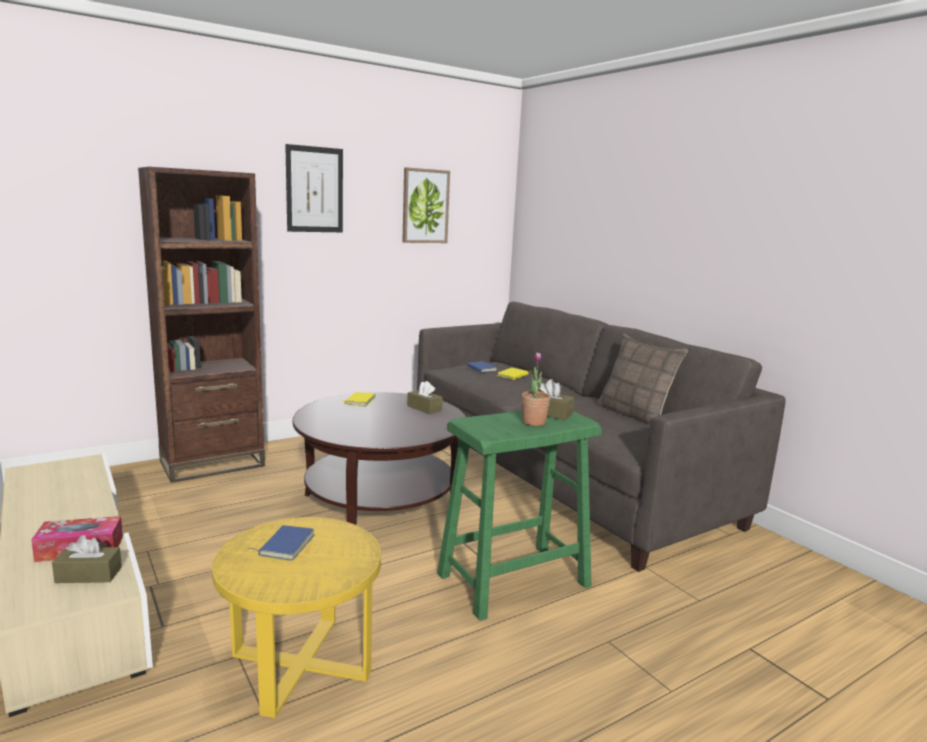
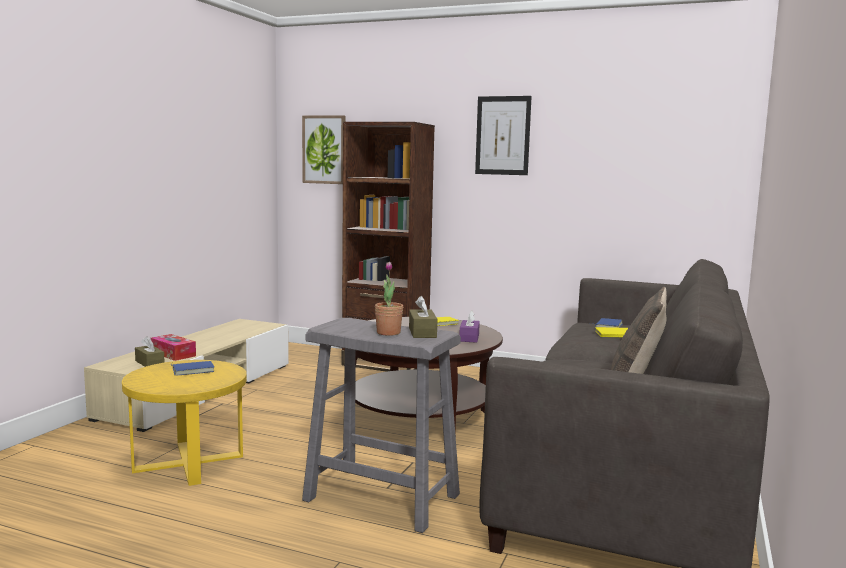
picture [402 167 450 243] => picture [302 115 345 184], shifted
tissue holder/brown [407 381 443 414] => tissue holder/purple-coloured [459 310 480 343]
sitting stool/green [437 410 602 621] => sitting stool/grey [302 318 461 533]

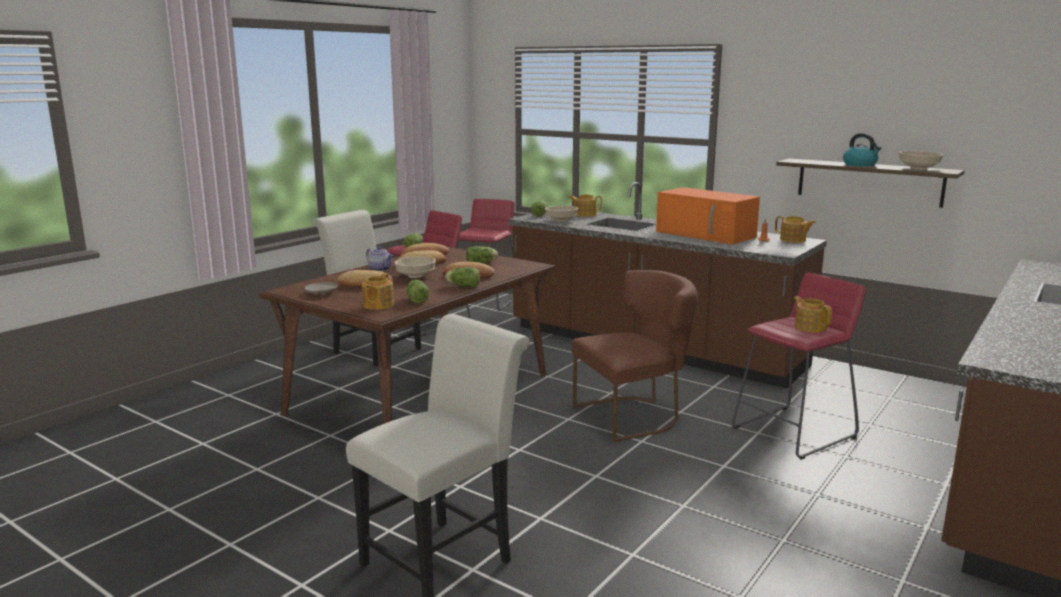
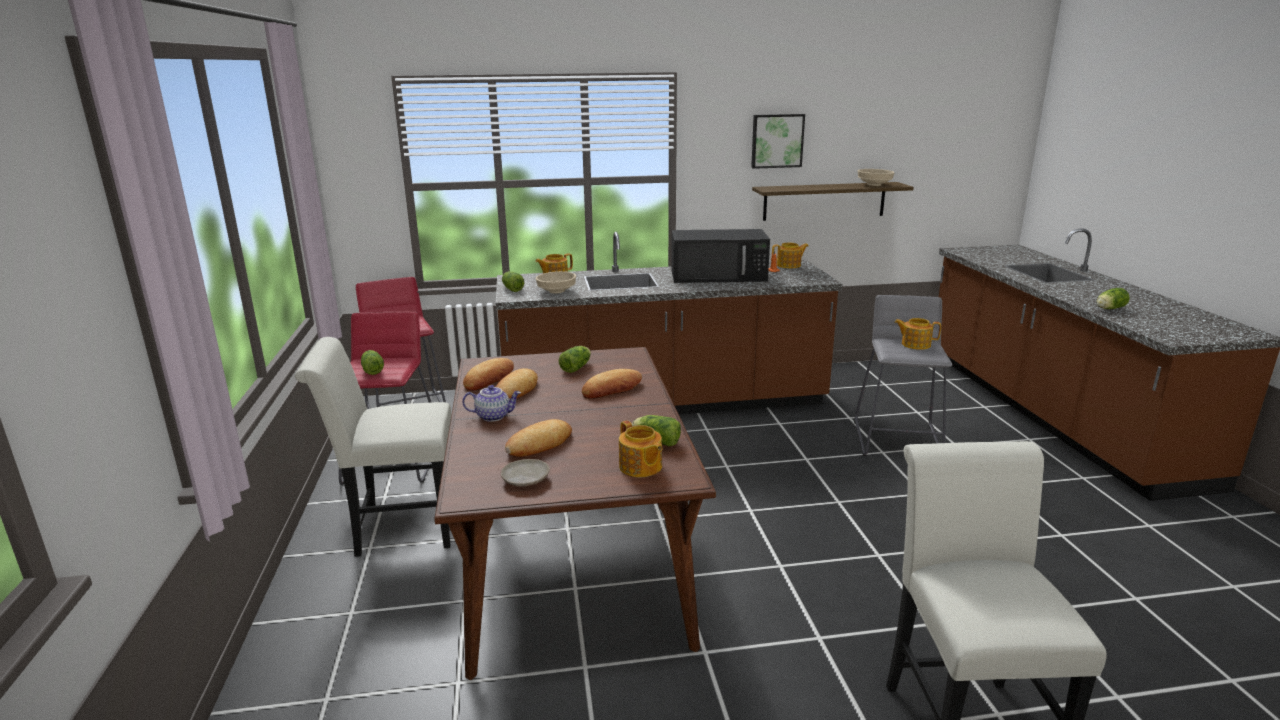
tea kettle [843 133 882 166] => nothing
microwave/orange [656 187 760 245] => microwave/blackish [671 229 770 283]
serving bowl/beige-coloured [394 256 436 278] => nothing
head of lettuce [445 267 480 287] => head of lettuce [1096 288 1130 309], shifted
upright chair/brown [572 270 698 442] => nothing
sitting stool/red [732 272 866 460] => sitting stool/grey [854 295 952 456]
nothing => picture [751 114 805 169]

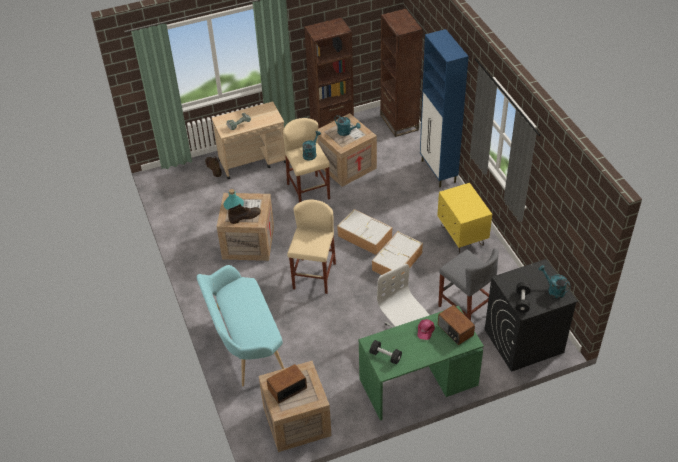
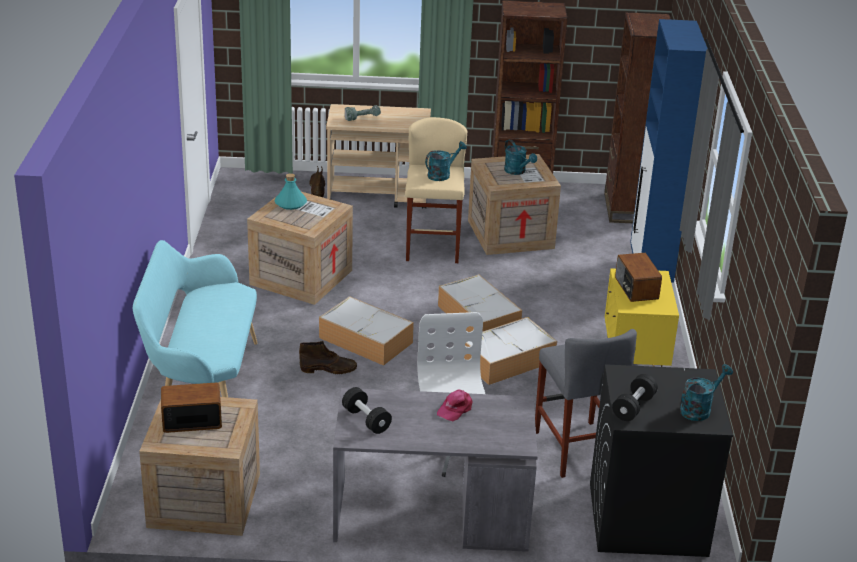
sitting stool/beige-coloured [287 200 336 294] => storage container [319 296 414 366]
boot/brown [228 204 261 224] => boot/brown [299 341 357 374], shifted
sprinkling can/blue-green [538 265 571 298] => sprinkling can/blue-green [680 364 733 421], 75 degrees clockwise
radio receiver [438 305 475 345] => radio receiver [615 253 662 302], shifted
desk/green [359 306 484 421] => desk/grey [333 388 538 552]

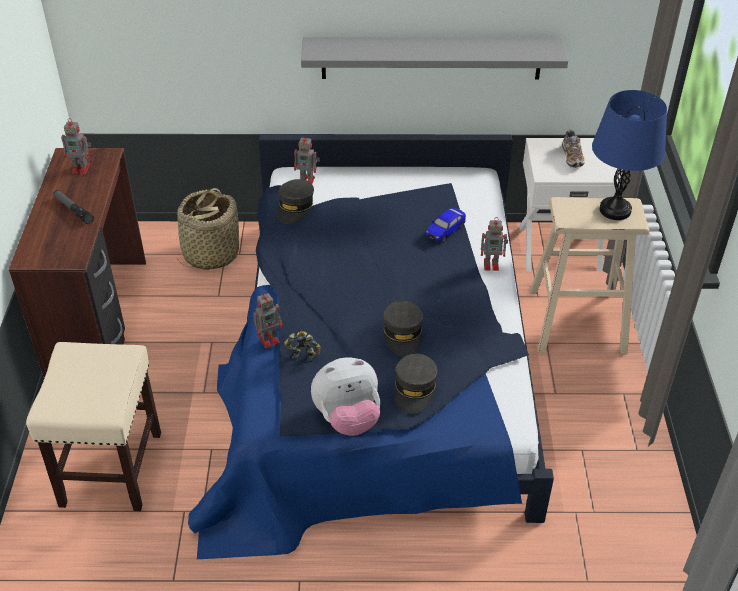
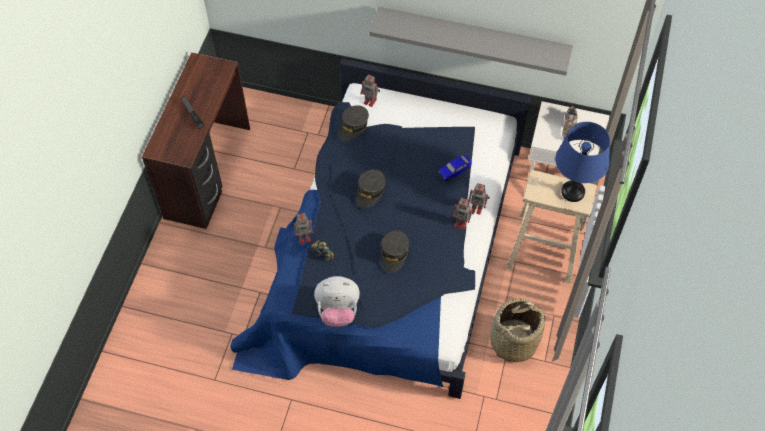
model robot [61 118 91 174] => model robot [452 198 474 229], shifted
basket [176 188 239 270] => basket [490 298 545 362], shifted
sitting stool/beige-coloured [26 342 161 511] => nothing
baseball cap/grey [394 354 437 414] => baseball cap/grey [356 169 386 209], shifted

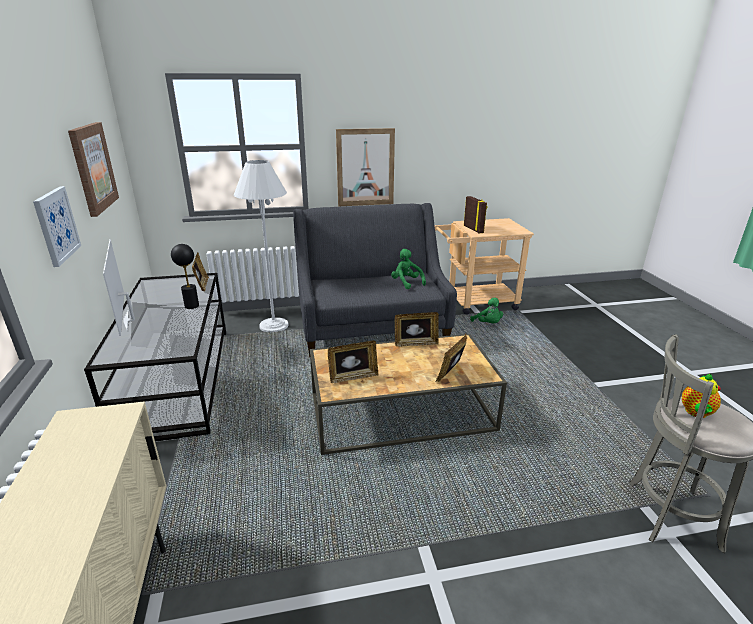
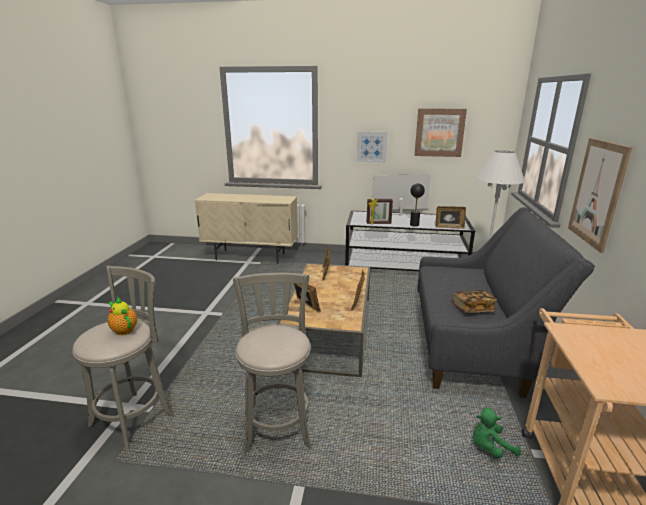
photo frame [464 196 488 234] => photo frame [367 199 393 224], shifted
soft toy/green [391 249 426 289] => bound book [452 290 497 313]
nothing => sitting stool/grey [233 273 312 454]

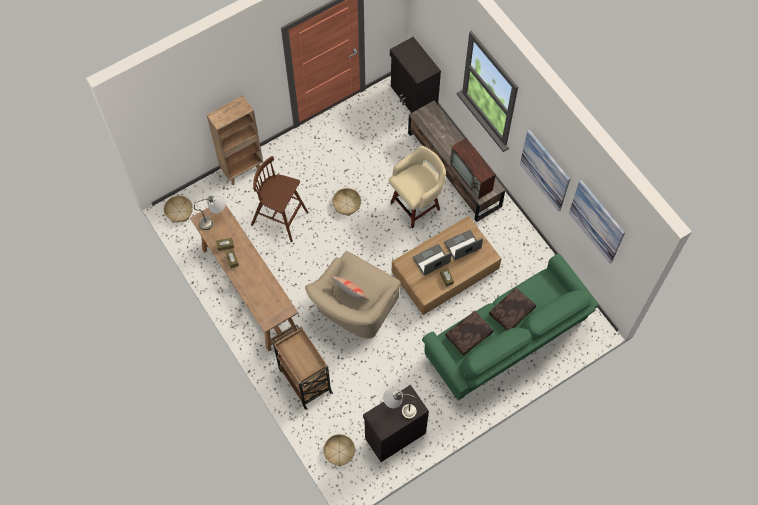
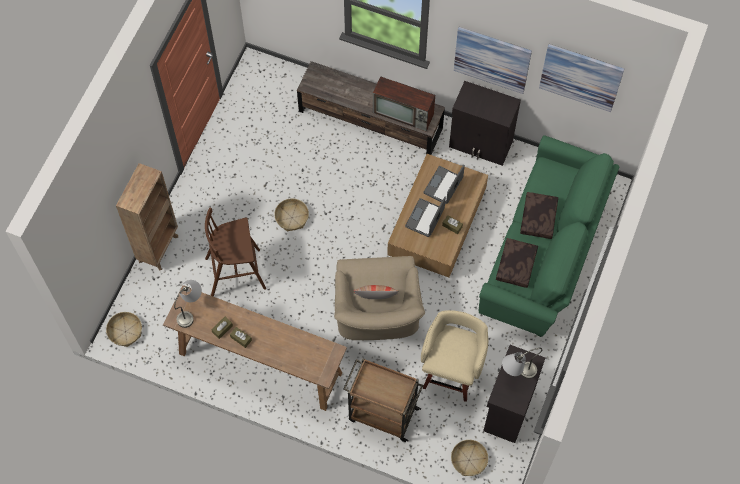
cupboard/blackish [390 37 441 113] => cupboard/blackish [449 81 521 166], shifted
sitting stool/beige-coloured [389 145 446 229] => sitting stool/beige-coloured [421 310 488 402], shifted

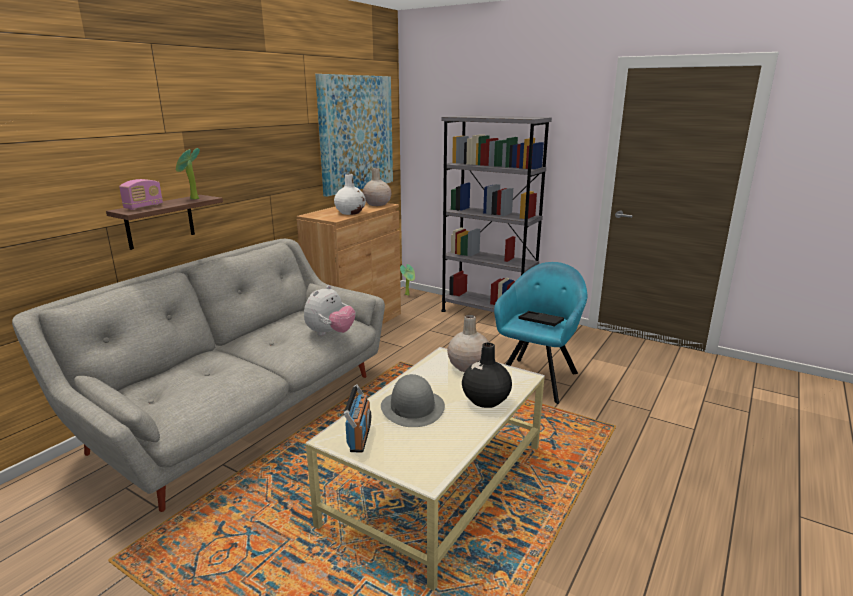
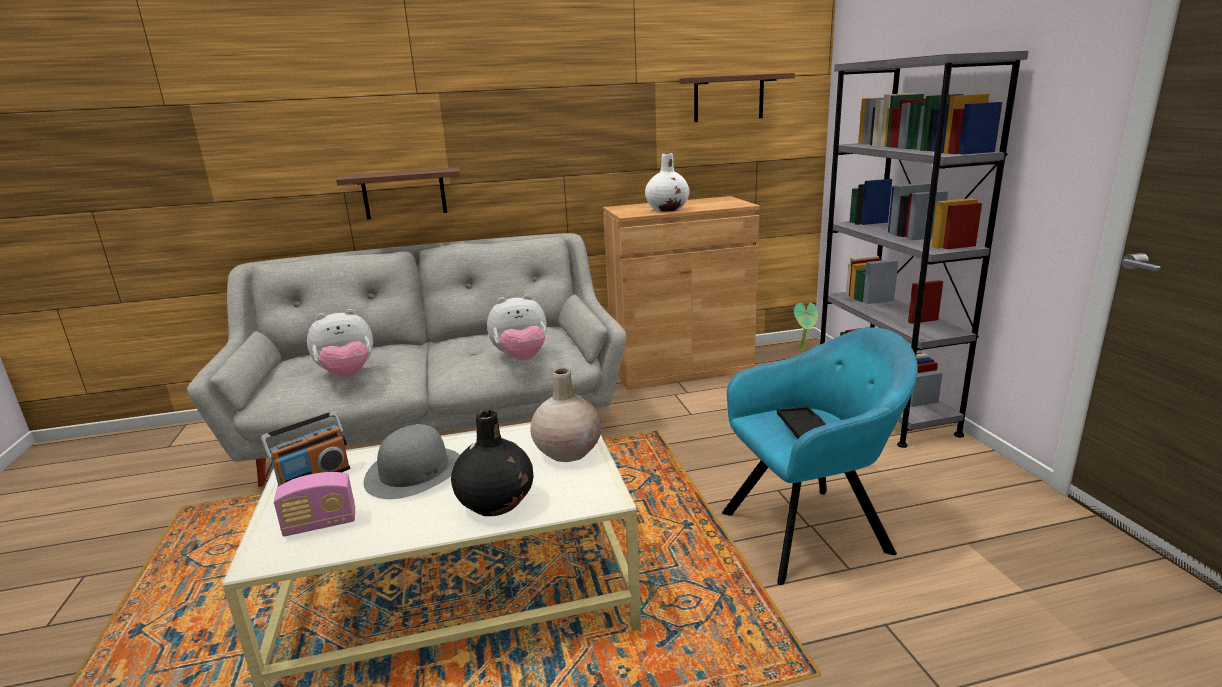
picture [315 74 393 197] => shelf [679 73 795 122]
potted plant [176 148 200 200] => nothing
flower vase/beige-coloured [362 168 391 206] => nothing
radio receiver [119 179 163 210] => radio receiver [274 472 355 537], shifted
nothing => soft toy [307 309 373 377]

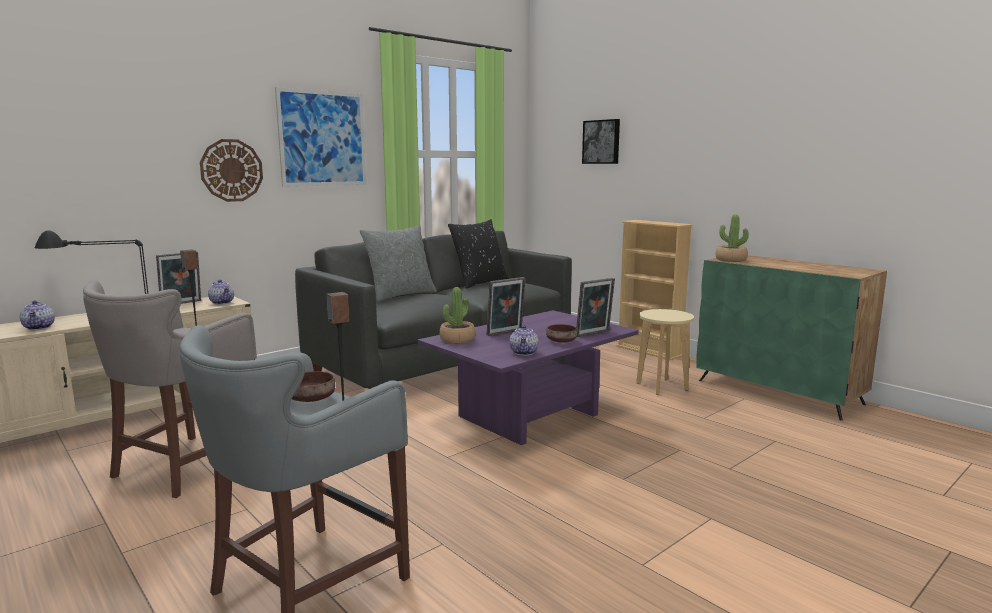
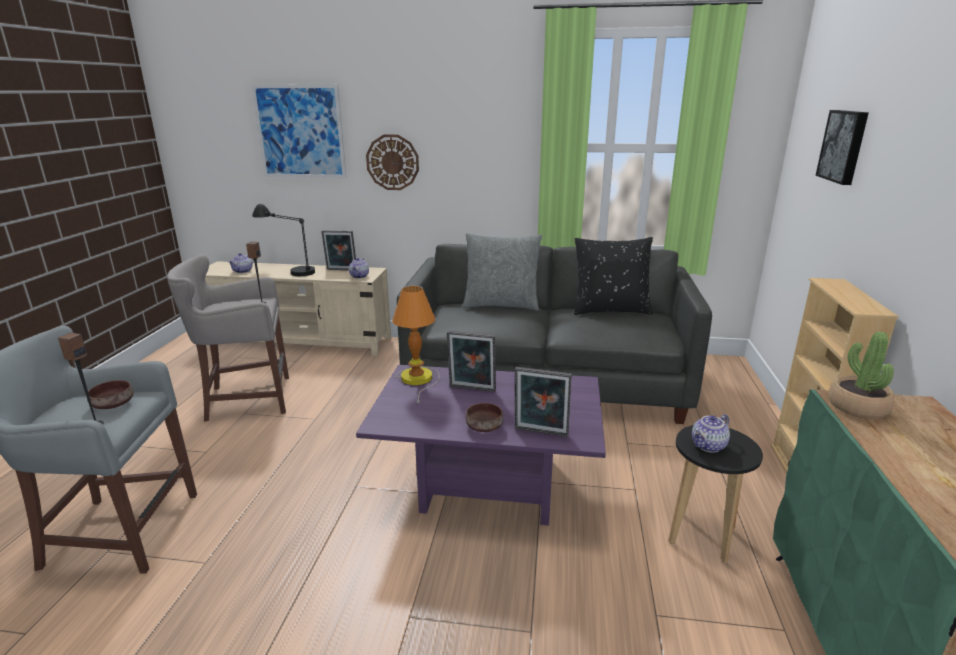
picture [275 87 366 187] => picture [251 84 347 178], shifted
potted plant [439 287 476 344] => tabletop lamp [392 286 440 403]
sitting stool/beige-coloured [636 309 694 395] => sitting stool/blackish [668 425 763 563]
tea pot [509 325 539 356] => tea pot [692 414 730 452], shifted

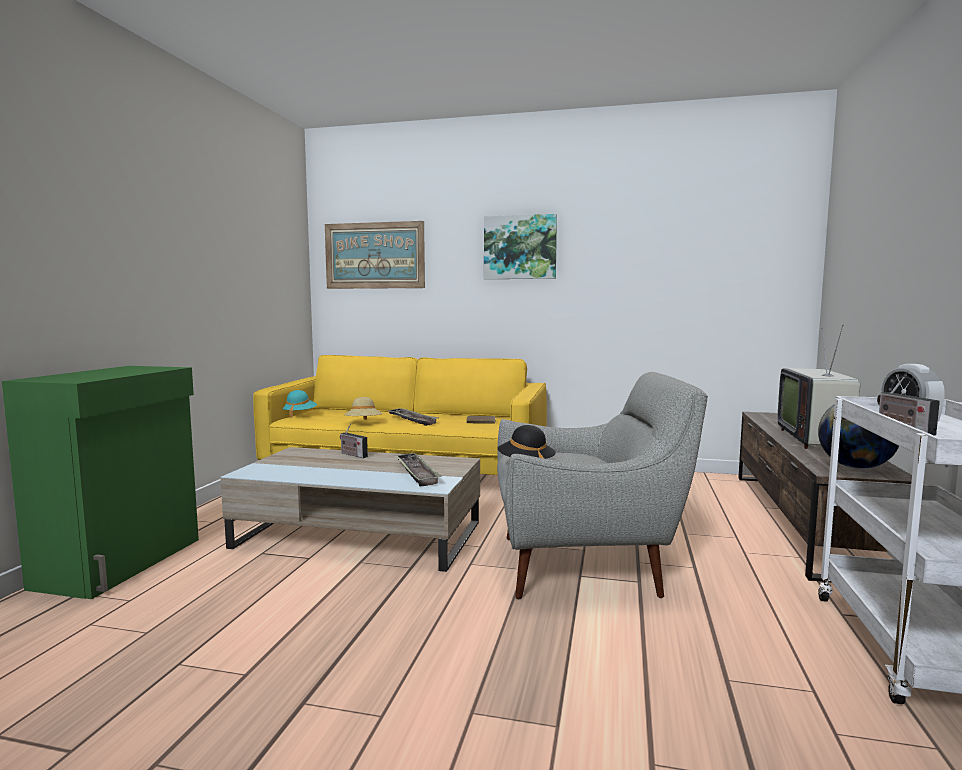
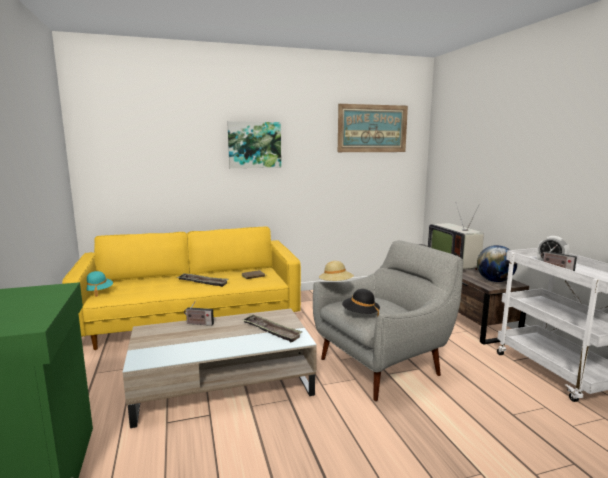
picture [325 221 425 289] => picture [338 104 408 152], shifted
wearable hat/beige-coloured [344 397 383 420] => wearable hat/beige-coloured [319 261 354 281], shifted

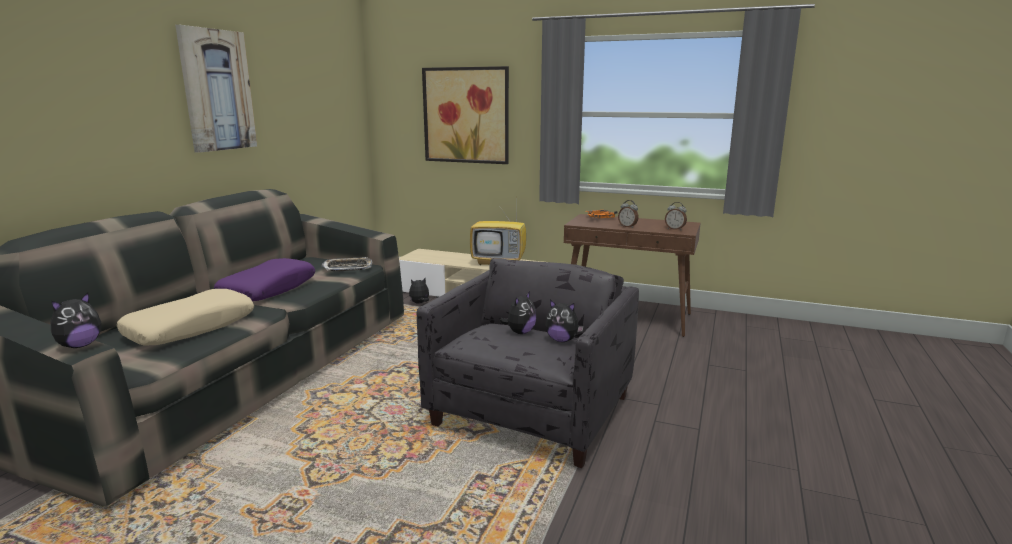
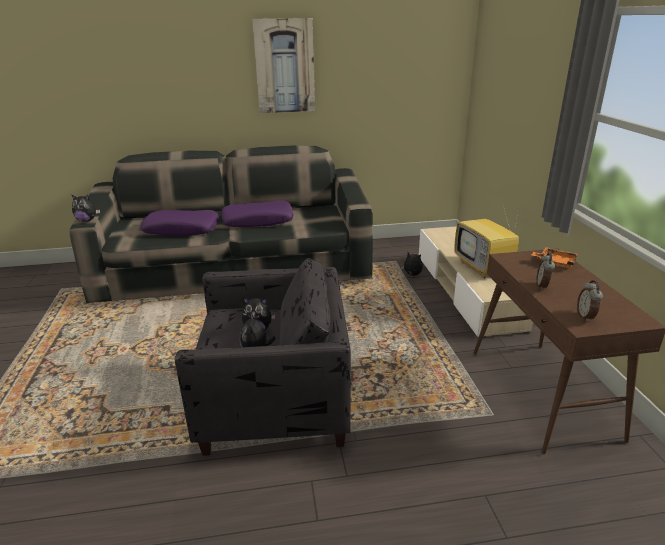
picture [422 66 509 164] => nothing
carrying tray [321 257 373 271] => nothing
pillow/beige-coloured [117 289 254 346] => pillow/purple-coloured [141 210 219 236]

